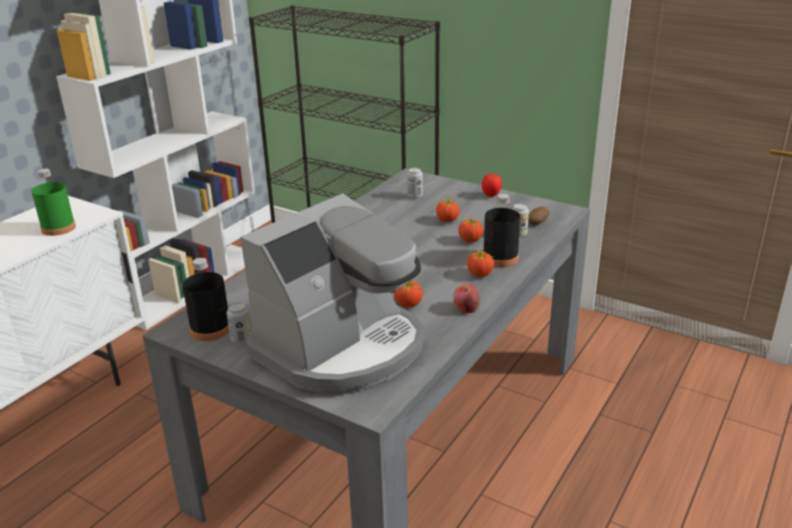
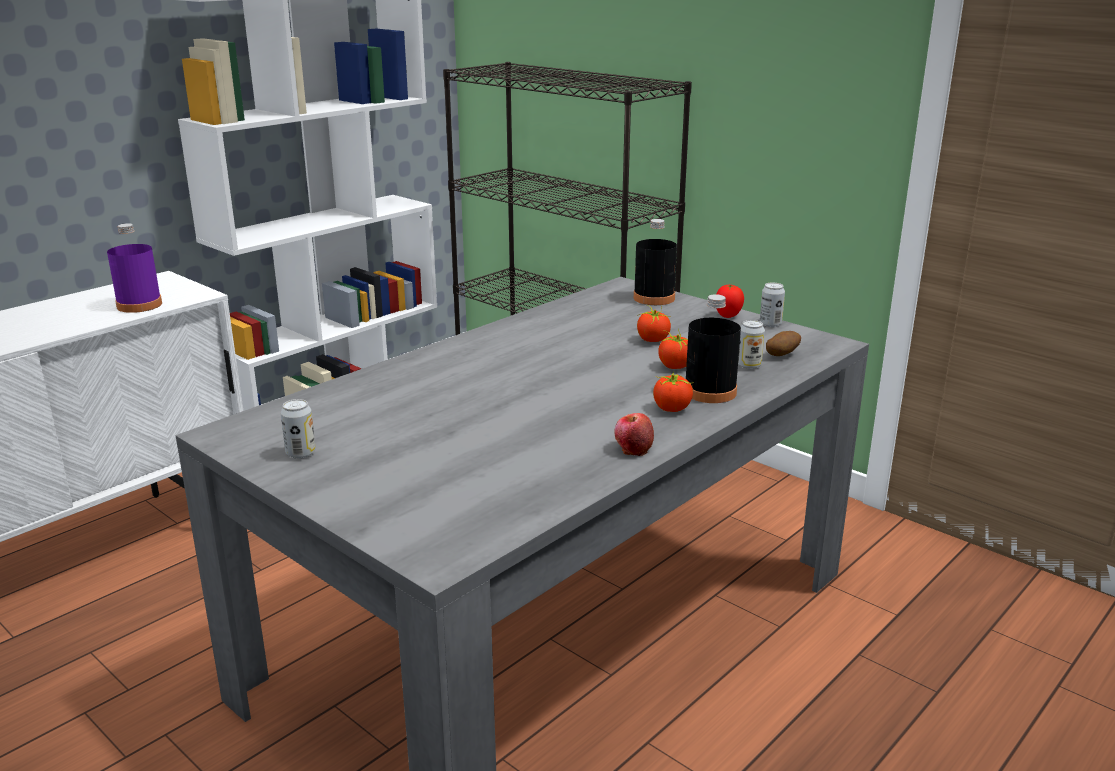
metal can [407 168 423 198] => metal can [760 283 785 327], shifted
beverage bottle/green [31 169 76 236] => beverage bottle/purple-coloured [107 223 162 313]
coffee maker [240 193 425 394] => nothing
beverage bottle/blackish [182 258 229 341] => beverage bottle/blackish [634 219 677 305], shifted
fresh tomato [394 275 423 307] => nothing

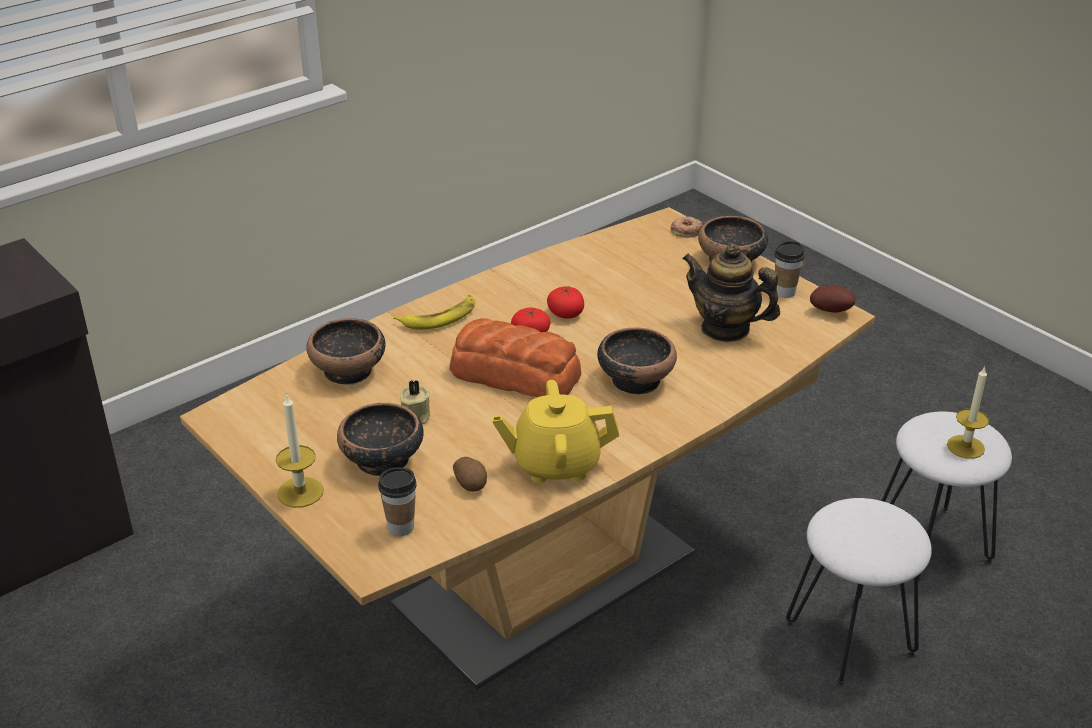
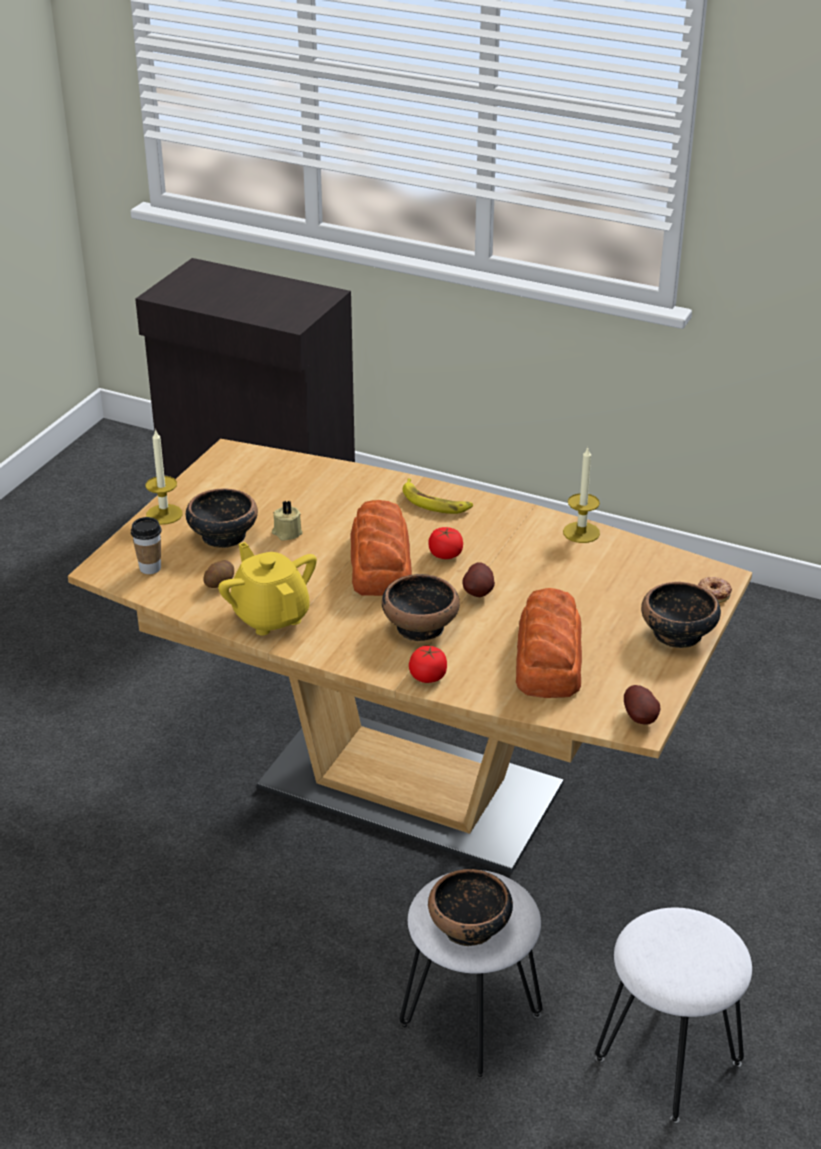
cup [775 241 805 298] => nothing
tea pot [682 244 780 342] => bread [516 588 582 698]
fresh tomato [547 286 584 319] => fresh tomato [409 646 447 683], shifted
serving bowl [306 318 386 385] => serving bowl [428 869 513 946], shifted
candle [947 366 989 459] => candle [563 447 600 543], shifted
nothing => potato [462 562 495 597]

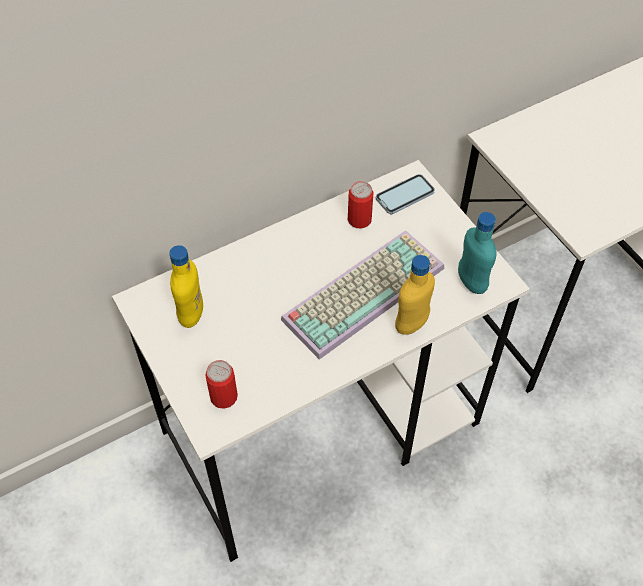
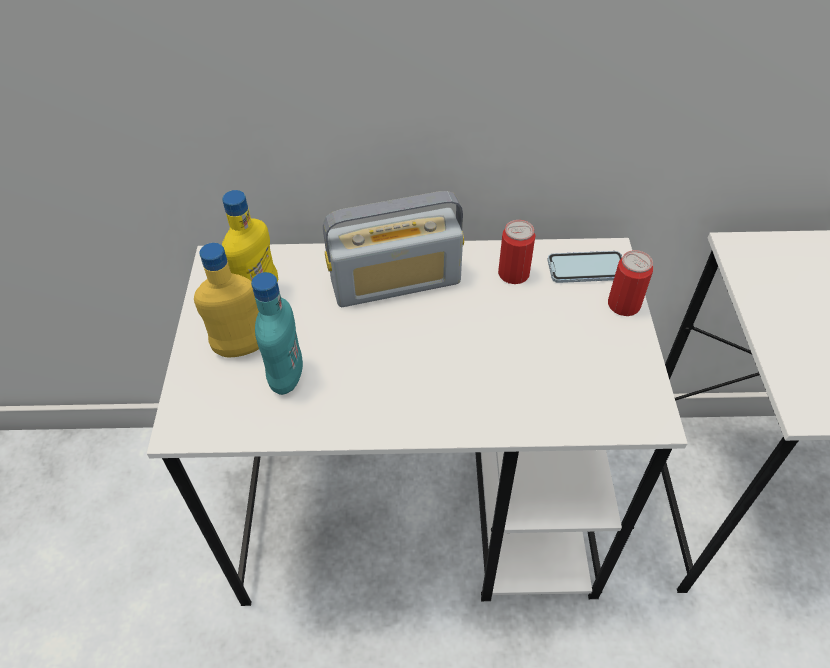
beverage bottle/blue-green [458 212 497 294] => beverage bottle/blue-green [251 272 303 395], shifted
PC keyboard [281 231 445 360] => nothing
beverage bottle/yellow [395 255 435 335] => beverage bottle/yellow [194 243 259 357], shifted
metal can [205 360 238 409] => metal can [608 250 653 316], shifted
nothing => radio receiver [323 191 464 307]

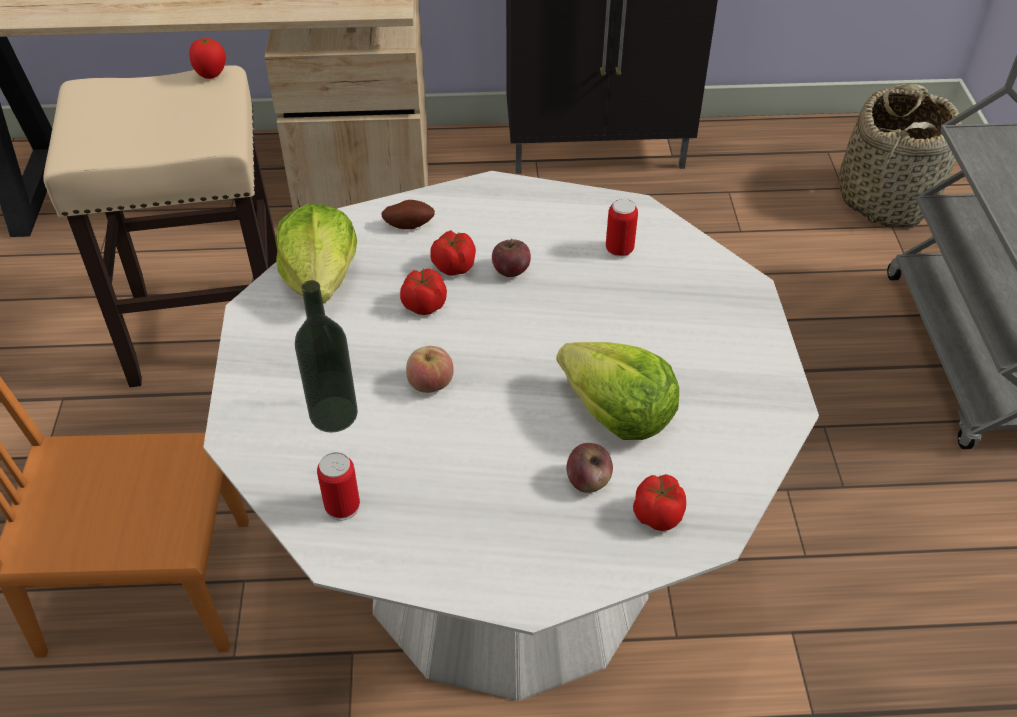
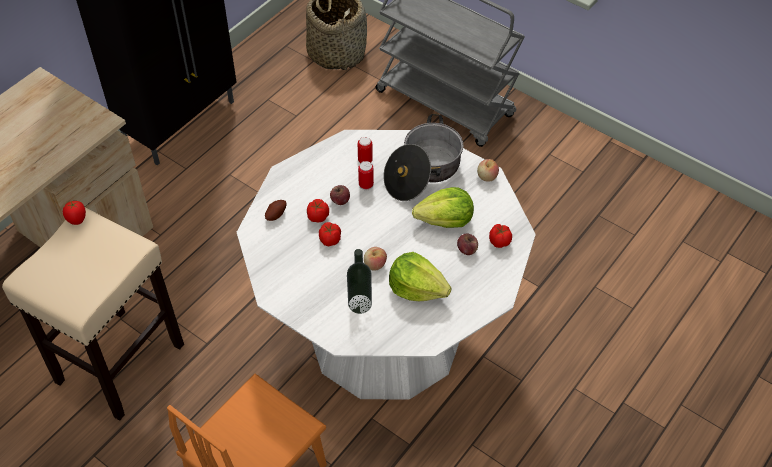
head of lettuce [276 204 357 303] => head of lettuce [389 252 452 301], shifted
metal can [317 452 360 521] => metal can [358 161 374 190], shifted
nothing => stockpot [384 114 463 201]
nothing => apple [477 159 499 182]

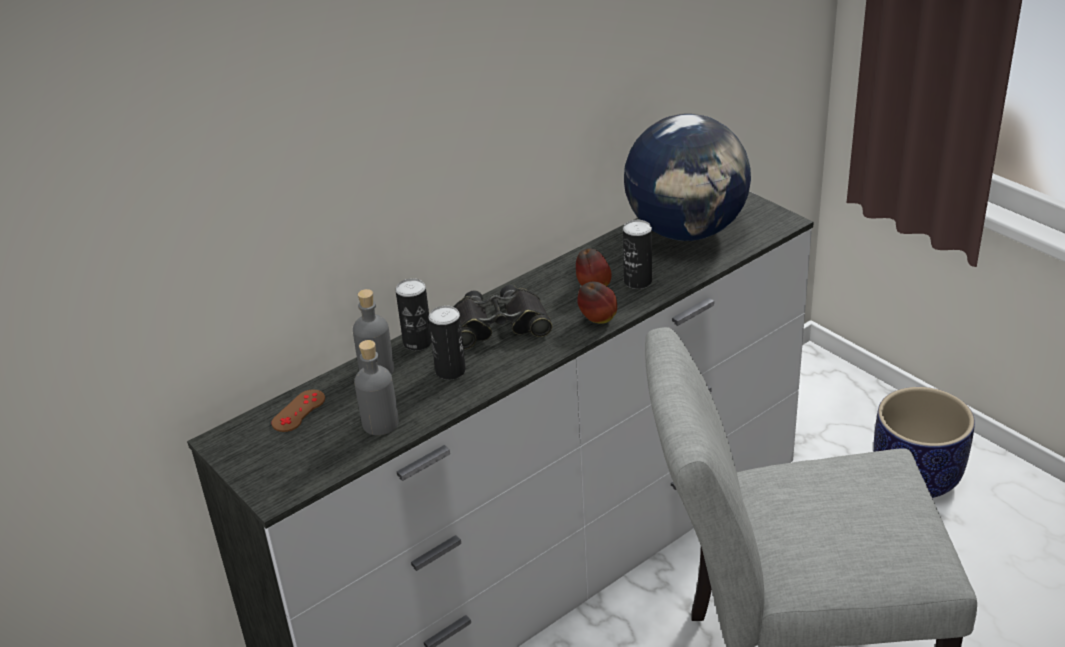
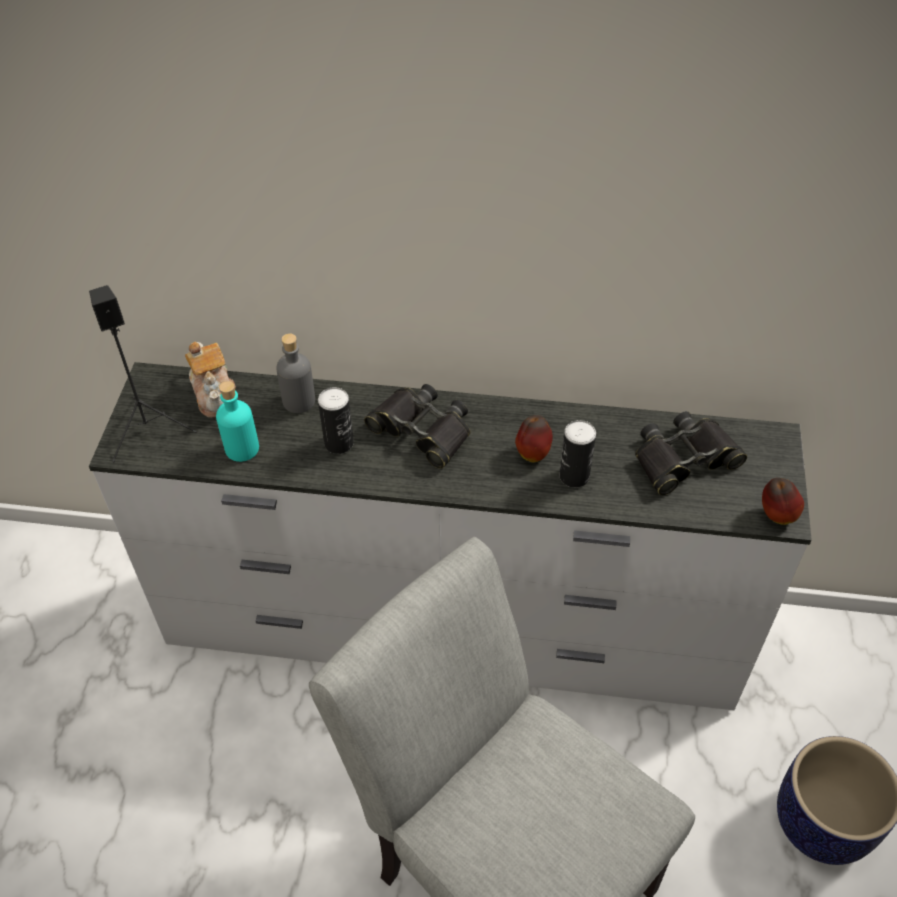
globe [624 114 751 241] => field glasses/blackish [635 411 747 495]
metal can [395 278 432 351] => nothing
apple [577 281 617 324] => apple [762 478 804 525], shifted
beverage bottle/grey [354 340 399 435] => beverage bottle/blue-green [216 381 259 462]
joypad/brown [271 390 325 432] => tea pot [185 342 236 418]
nothing => speaker/blackish [89 285 197 462]

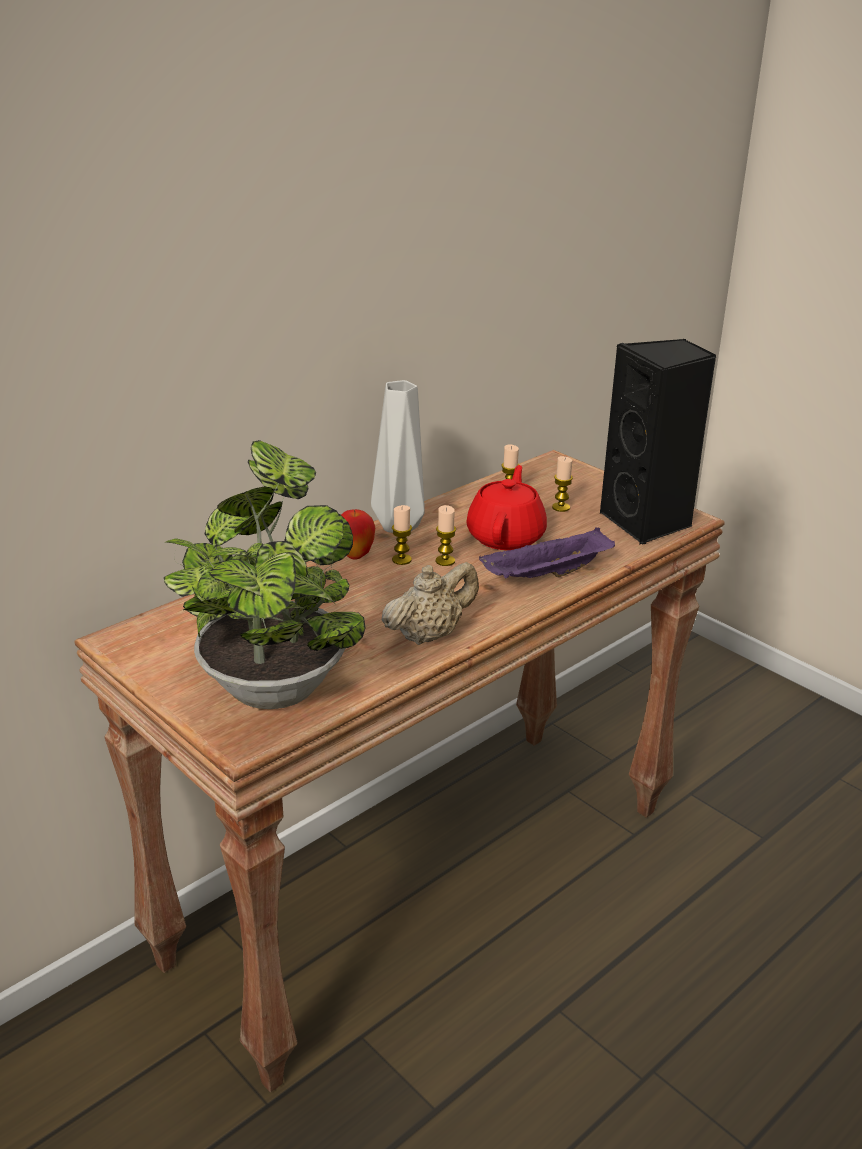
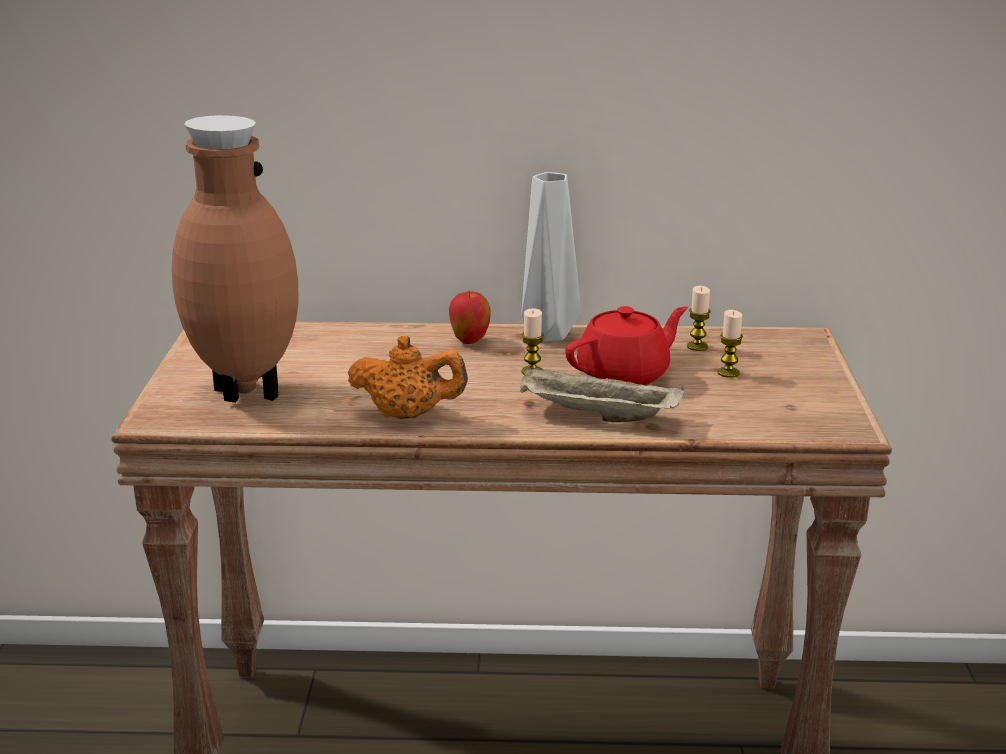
speaker/blackish [600 339 716 545] => nothing
potted plant [164 440 366 709] => flower vase/brown [172 115 298 403]
candle [392 505 412 565] => nothing
carrying tray/purple-coloured [479 527 615 578] => carrying tray/beige-coloured [520 366 684 422]
tea pot/beige-coloured [382 562 479 645] => tea pot/orange [348 336 468 419]

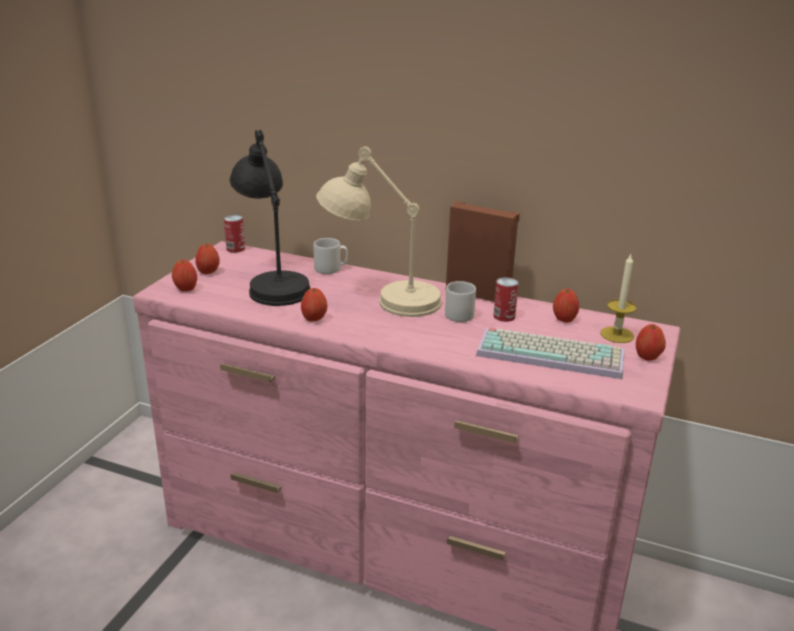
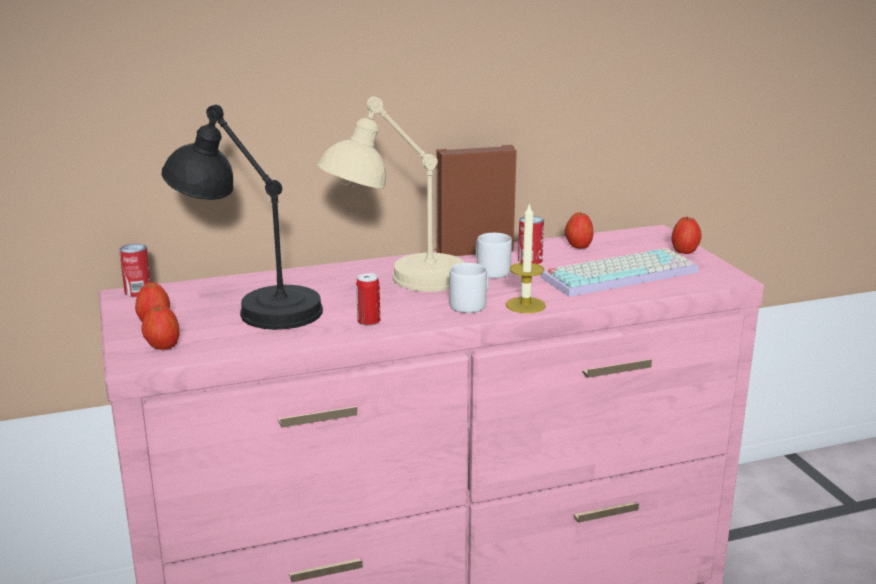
mug/grey [314 238 348 274] => mug/grey [449 263 488 313], shifted
candle [600 254 637 343] => candle [506 202 546 313], shifted
apple [301 288 327 322] => metal can [356 273 380 326]

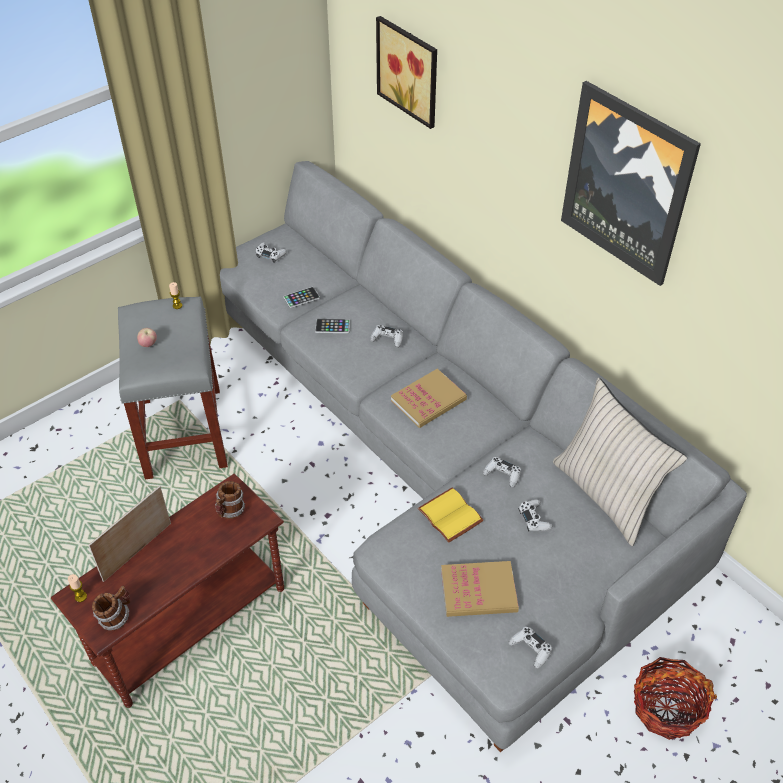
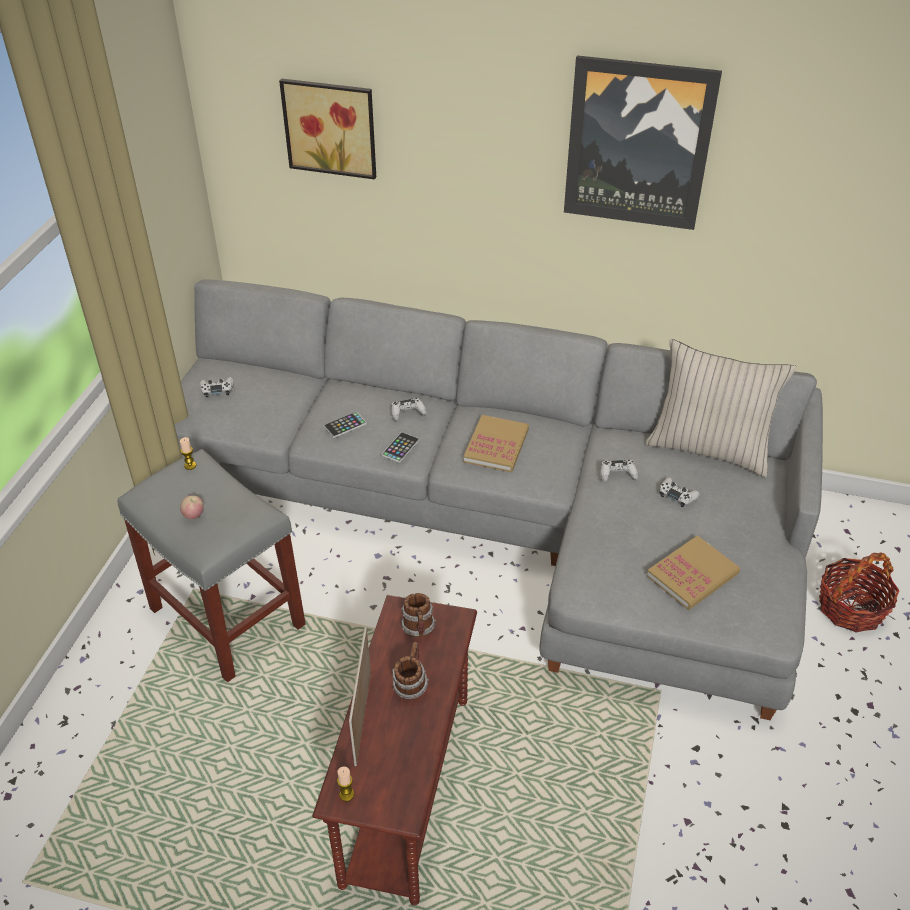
phone [283 287 320 308] => phone [382 432 419 463], shifted
bound book/yellow [418 487 484 543] => nothing
mug [92 586 130 630] => mug [392 642 429 700], shifted
joypad/whitish [508 627 552 669] => nothing

